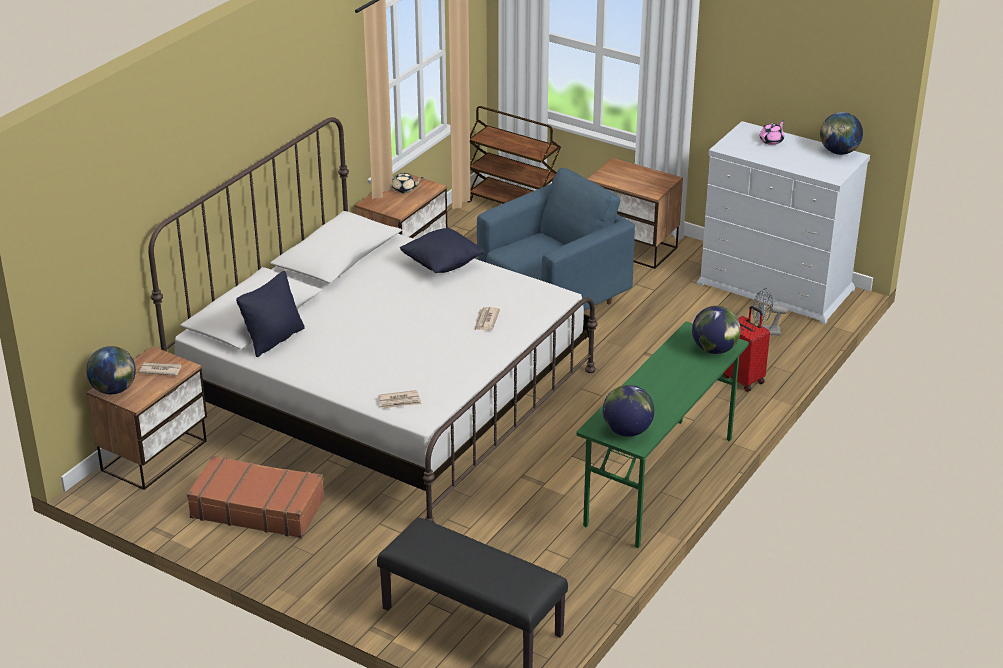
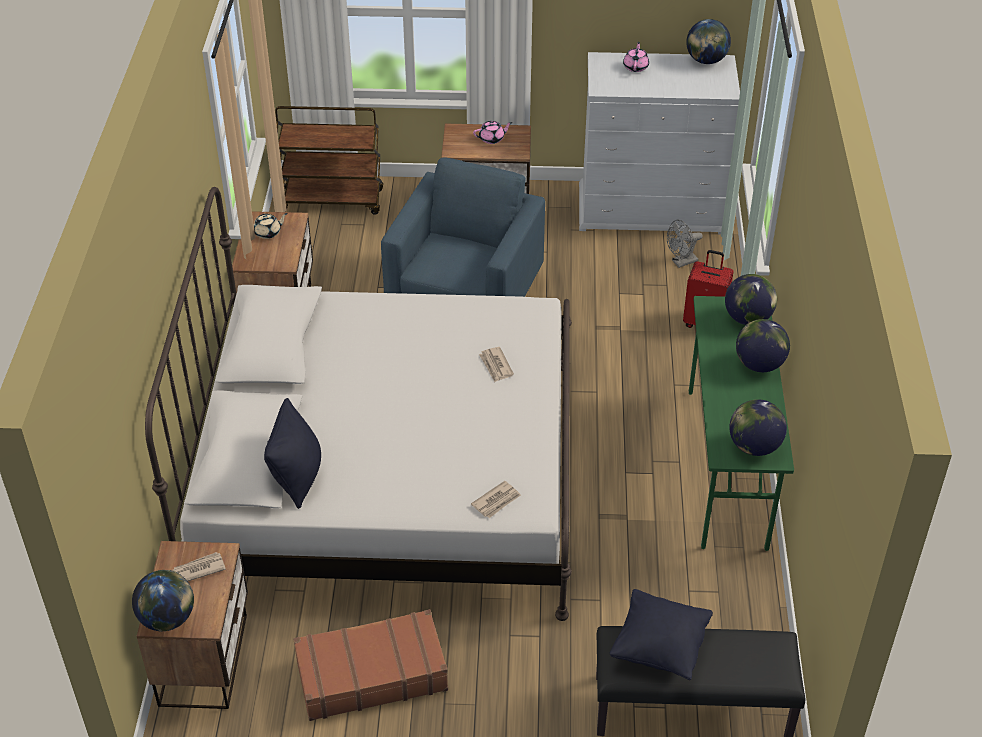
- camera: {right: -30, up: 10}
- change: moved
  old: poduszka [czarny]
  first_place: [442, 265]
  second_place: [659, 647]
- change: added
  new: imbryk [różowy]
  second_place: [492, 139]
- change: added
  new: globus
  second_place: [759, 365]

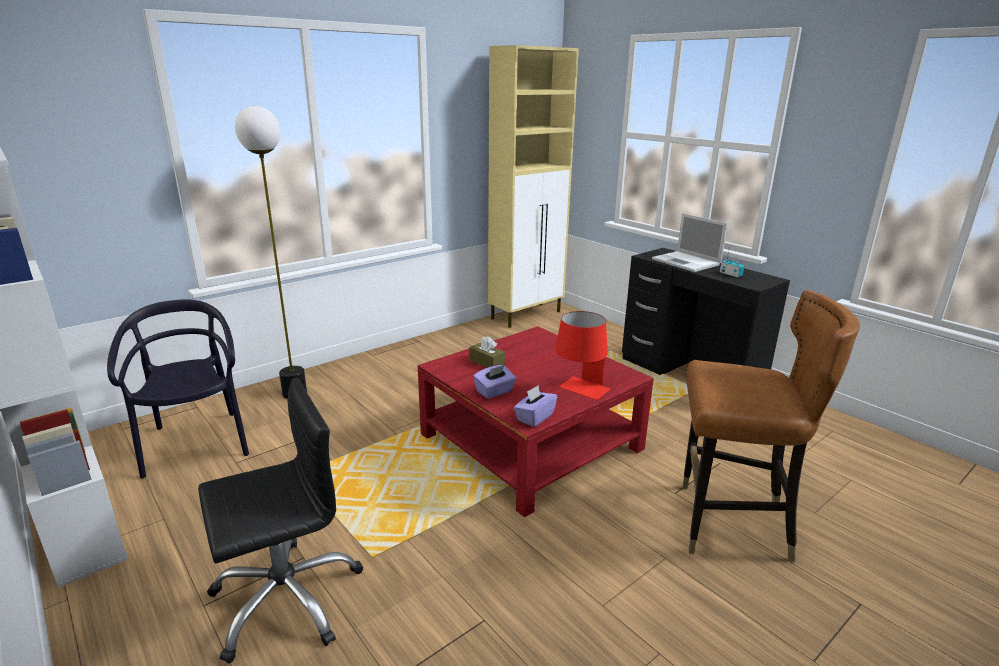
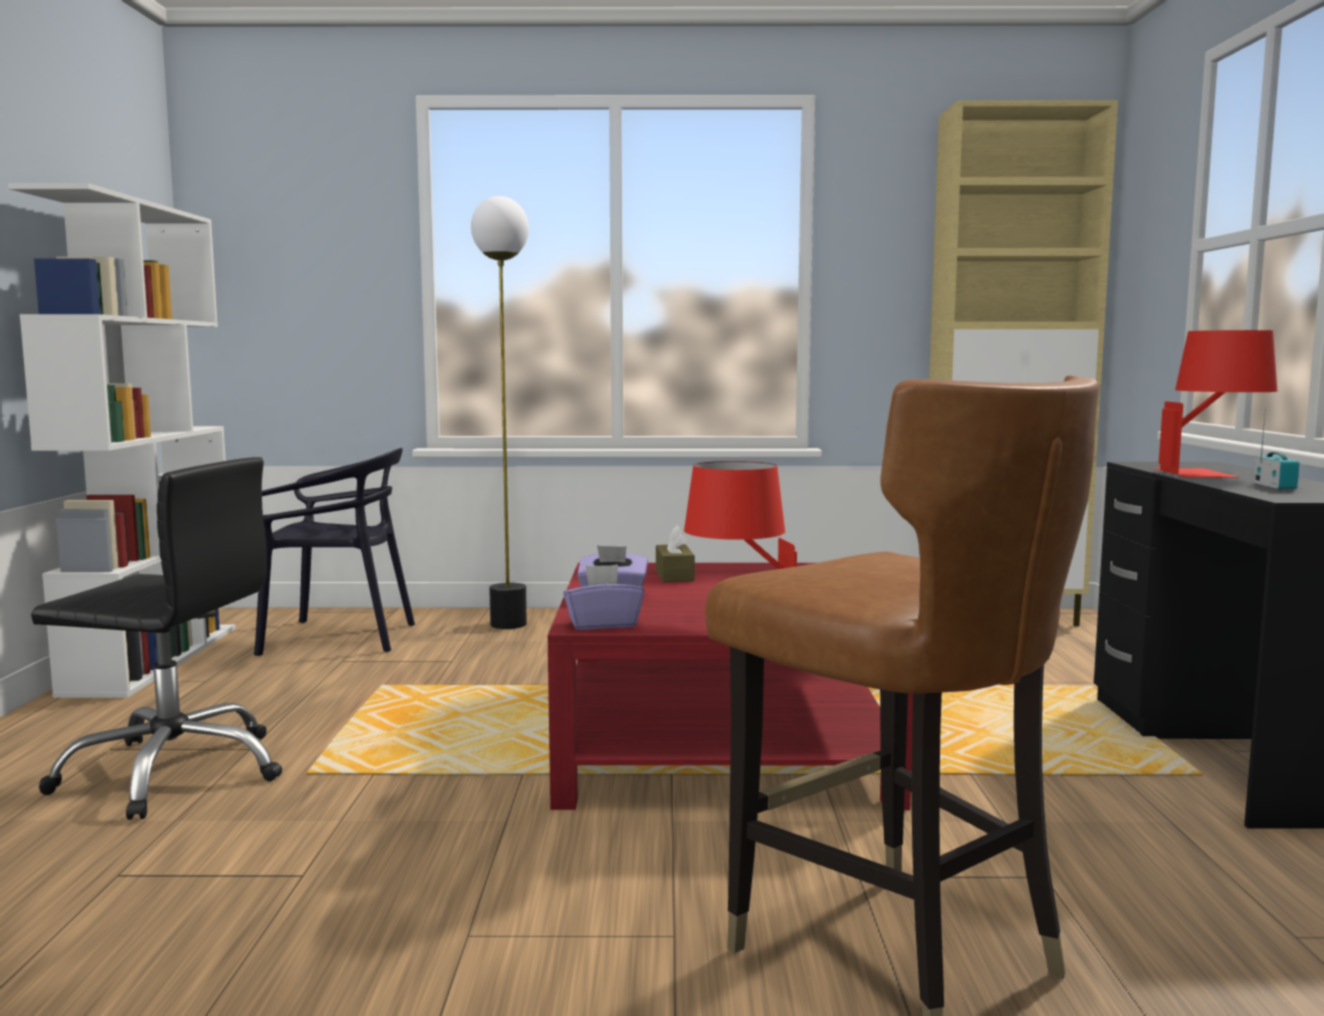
- camera: {right: 40, up: -15}
- change: replaced
  old: laptop
  new: lampa stołowa [czerwony]
  first_place: [687, 262]
  second_place: [1212, 472]
- change: turned
  old: krzesło [czarny]
  first_place: [196, 443]
  second_place: [337, 638]
  degrees: 75

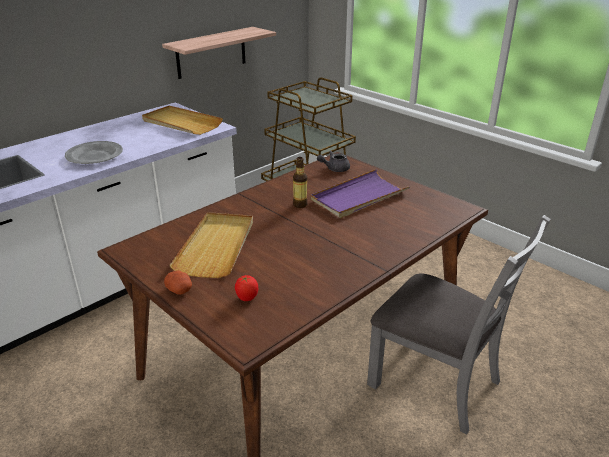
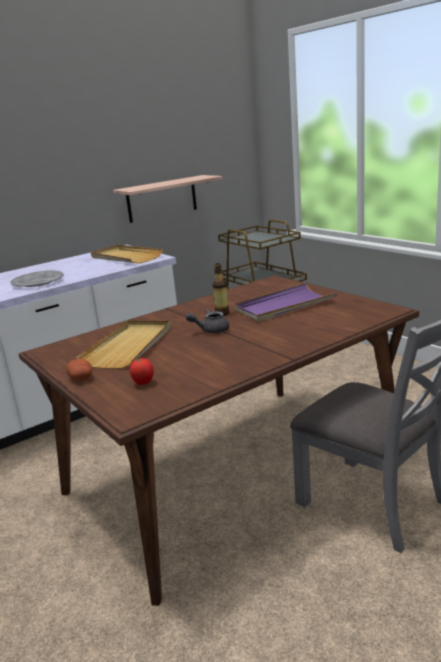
- camera: {right: 10, up: -10}
- change: moved
  old: imbryk [szary]
  first_place: [334, 169]
  second_place: [210, 330]

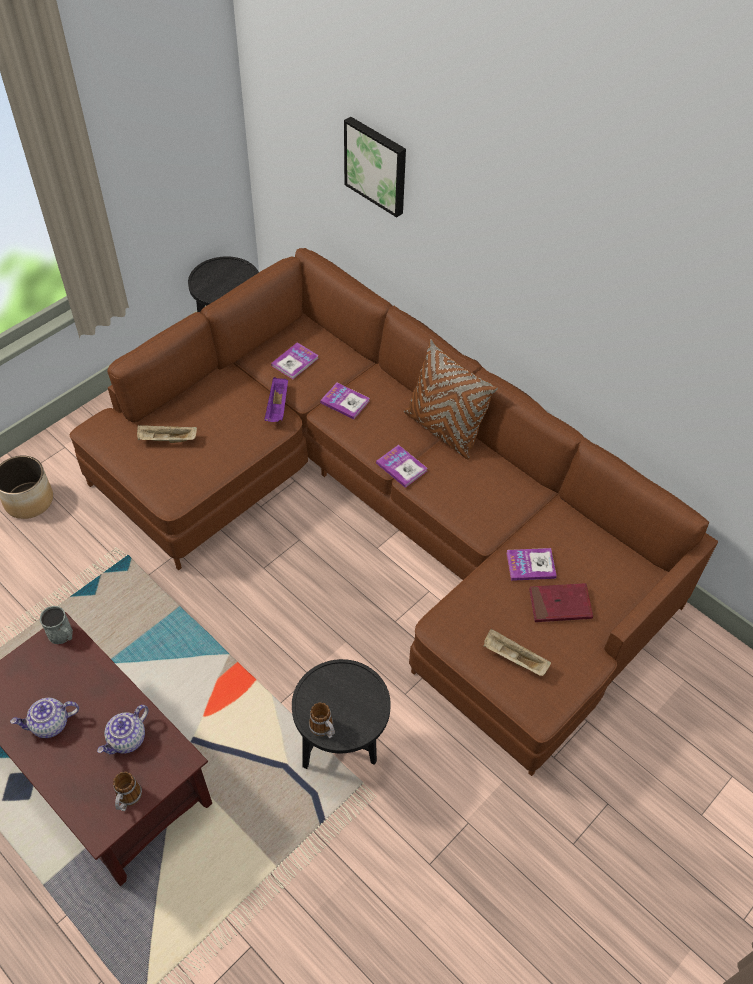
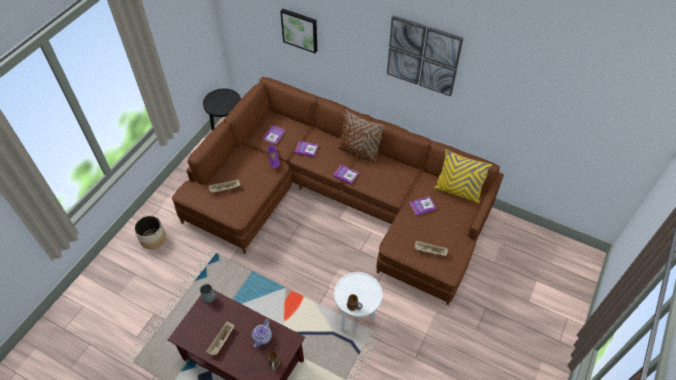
- camera: {right: -15, up: 0}
- change: removed
  old: książka [czerwony]
  first_place: [560, 604]
- change: recoloured
  old: stolik [czarny]
  new: stolik [biały]
  first_place: [342, 749]
  second_place: [356, 317]
- change: replaced
  old: imbryk
  new: taca [beżowy]
  first_place: [50, 724]
  second_place: [221, 341]
- change: added
  new: obraz
  second_place: [423, 56]
- change: added
  new: poduszka [żółty]
  second_place: [458, 191]

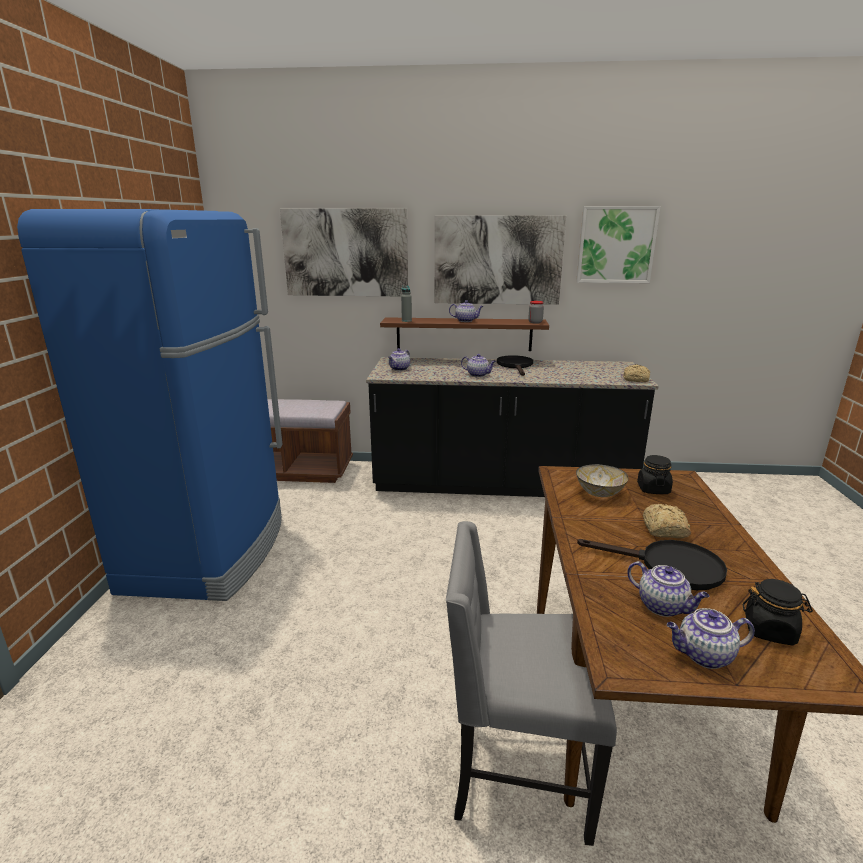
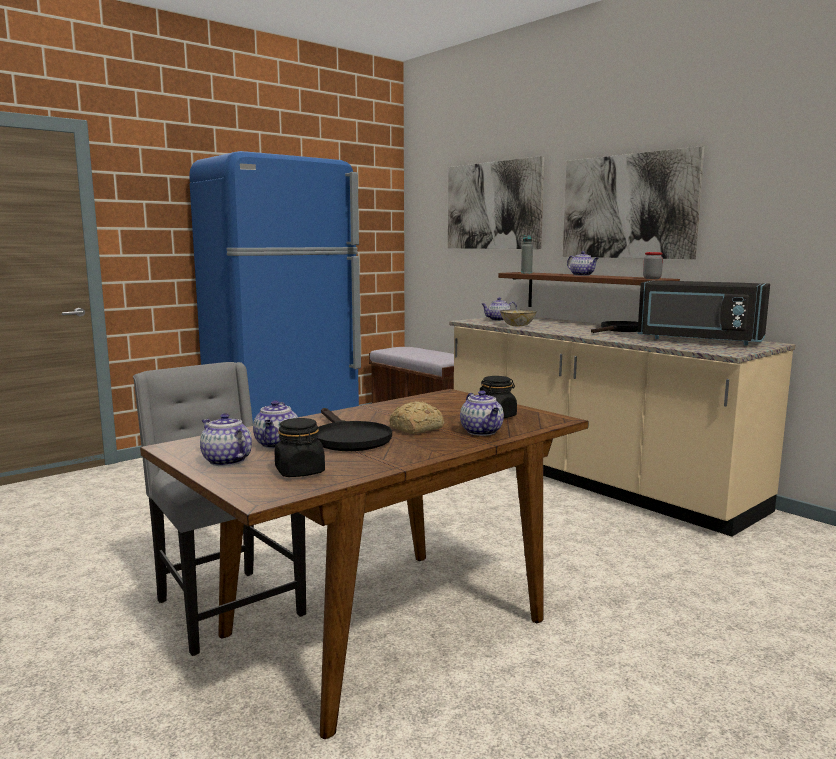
- camera: {right: 45, up: -10}
- change: removed
  old: obraz
  first_place: [616, 245]
- change: moved
  old: imbryk
  first_place: [478, 375]
  second_place: [482, 432]
- change: recoloured
  old: zabudowa kuchenna [czarny]
  new: zabudowa kuchenna [beżowy]
  first_place: [501, 484]
  second_place: [592, 478]
- change: removed
  old: chleb
  first_place: [636, 379]
- change: moved
  old: miska
  first_place: [598, 493]
  second_place: [517, 326]
- change: added
  new: mikrofalówka [czarny]
  second_place: [698, 340]

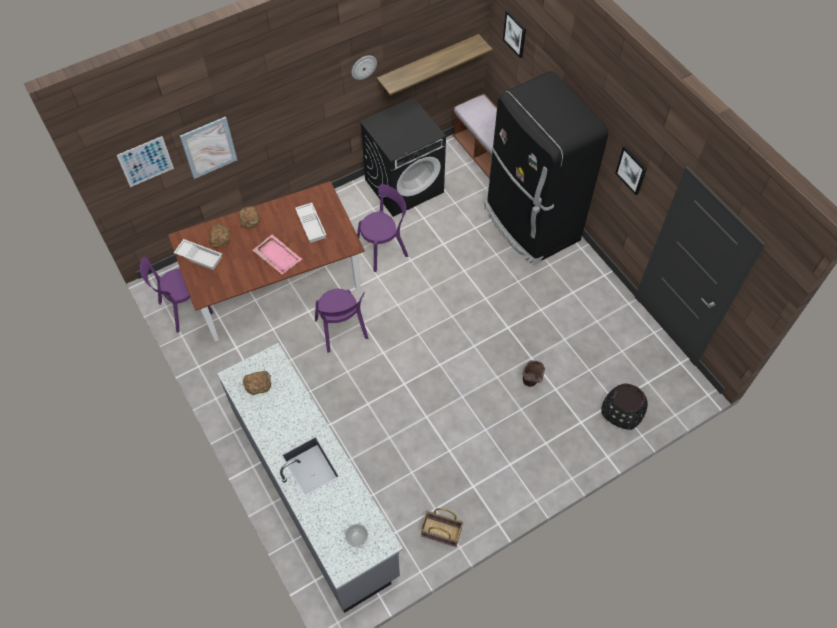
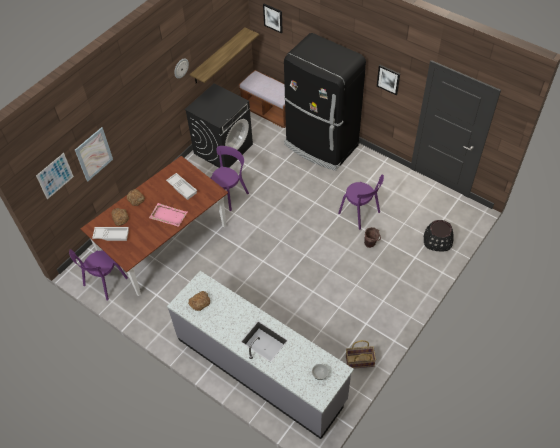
- camera: {right: -20, up: -5}
- change: moved
  old: krzesło [fioletowy]
  first_place: [342, 331]
  second_place: [360, 214]

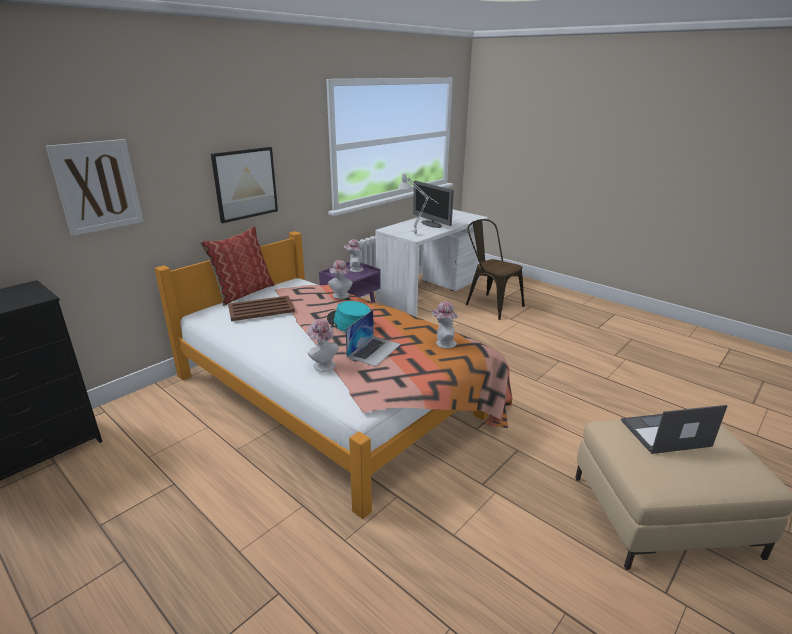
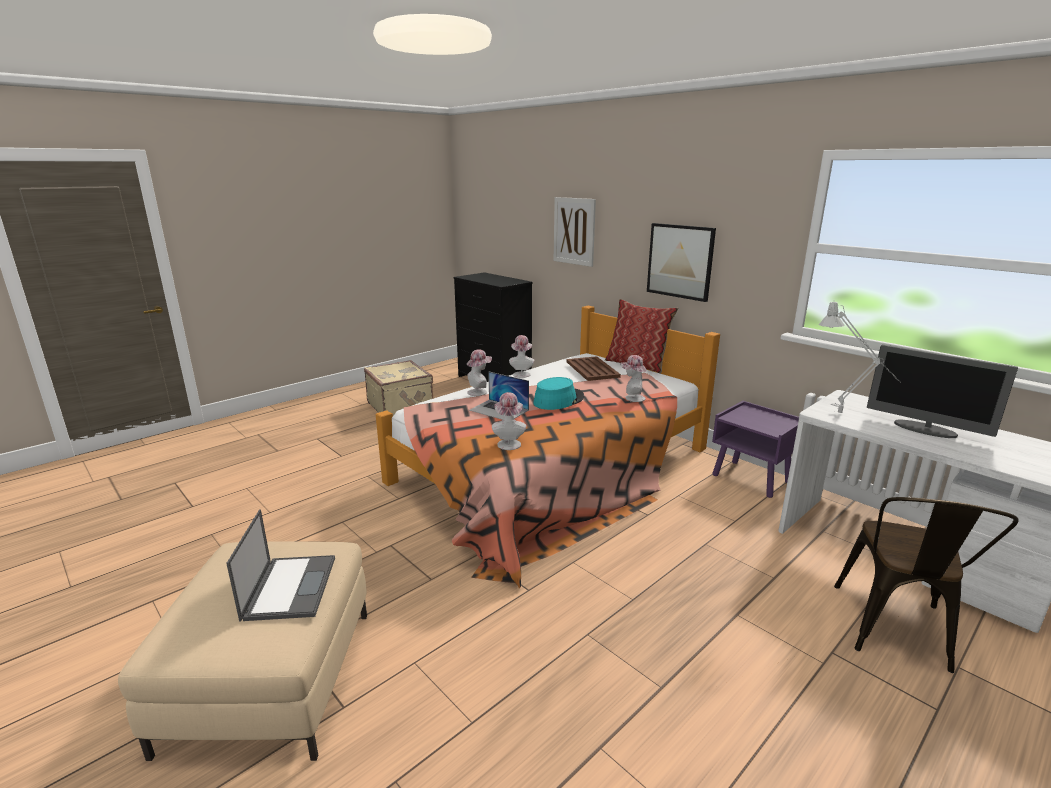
- camera: {right: 95, up: -5}
- change: turned
  old: monitor
  first_place: [431, 224]
  second_place: [925, 429]
  degrees: -105
- change: turned
  old: krzesło [brązowy]
  first_place: [490, 304]
  second_place: [894, 633]
  degrees: 150
- change: moved
  old: kapelusz
  first_place: [354, 269]
  second_place: [521, 373]
- change: added
  new: walizka [beżowy]
  second_place: [401, 407]

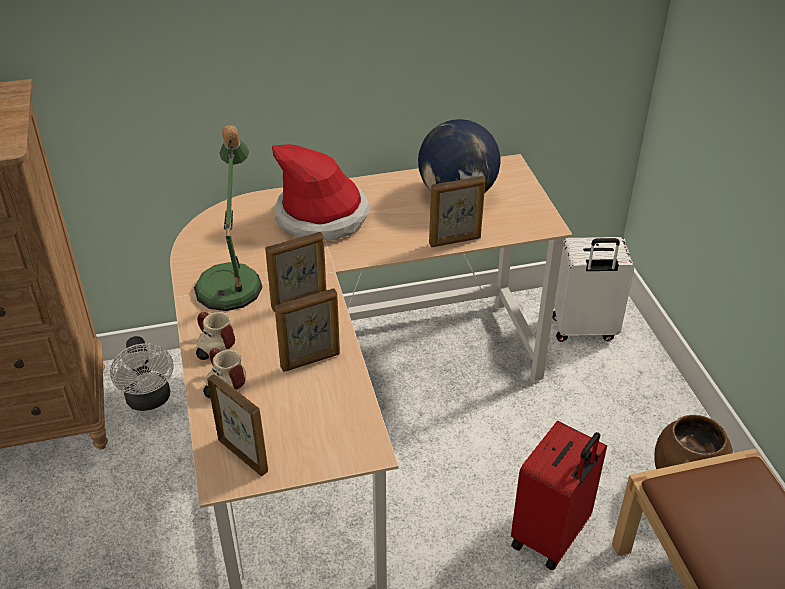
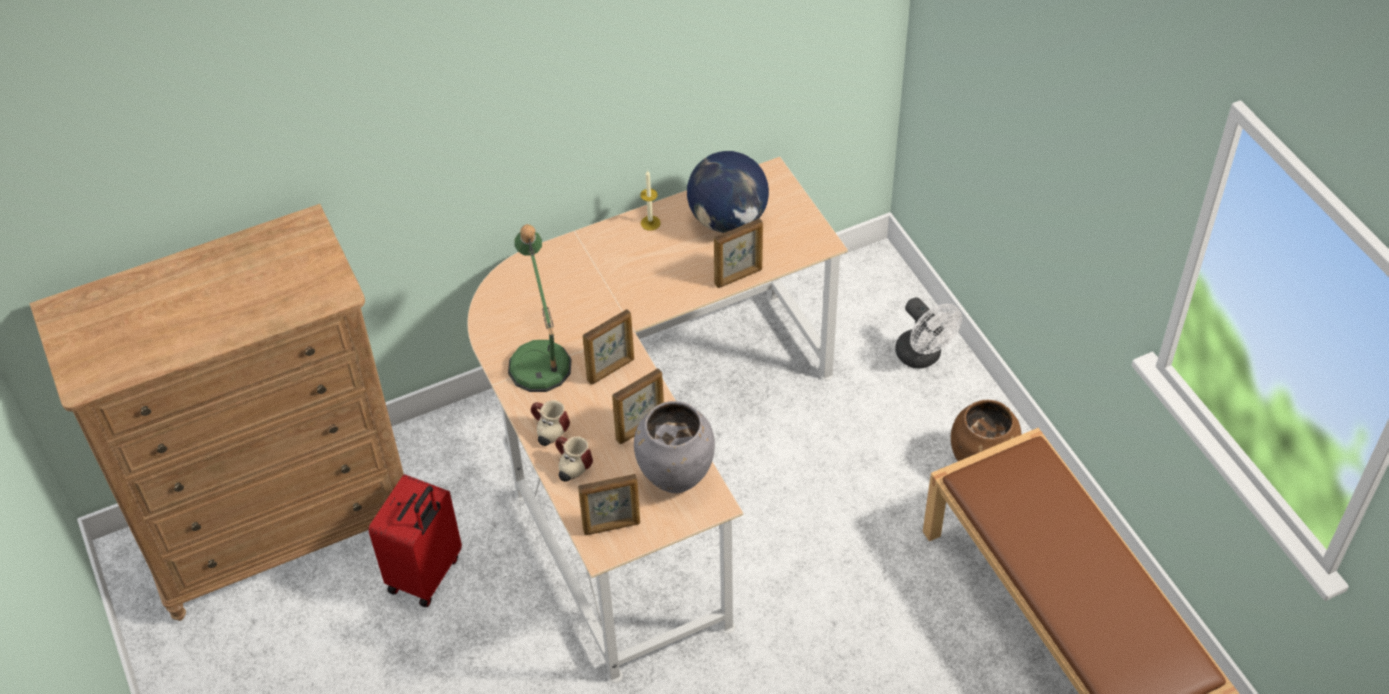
- camera: {right: -10, up: 10}
- change: removed
  old: kapelusz
  first_place: [322, 216]
- change: removed
  old: walizka [biały]
  first_place: [583, 330]
- change: moved
  old: wentylator [biały]
  first_place: [150, 401]
  second_place: [923, 357]
- change: turned
  old: ramka na zdjęcie
  first_place: [243, 455]
  second_place: [612, 527]
  degrees: 135
- change: moved
  old: walizka [czerwony]
  first_place: [551, 536]
  second_place: [426, 574]
- change: added
  new: świeca
  second_place: [650, 223]
- change: added
  new: wazon [szary]
  second_place: [675, 478]

